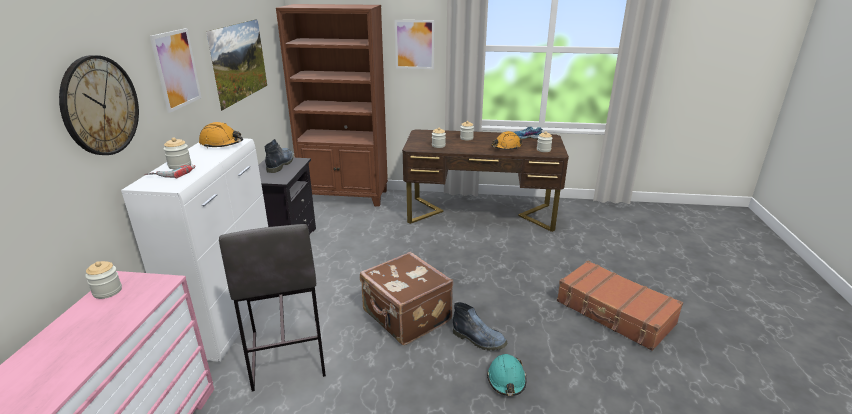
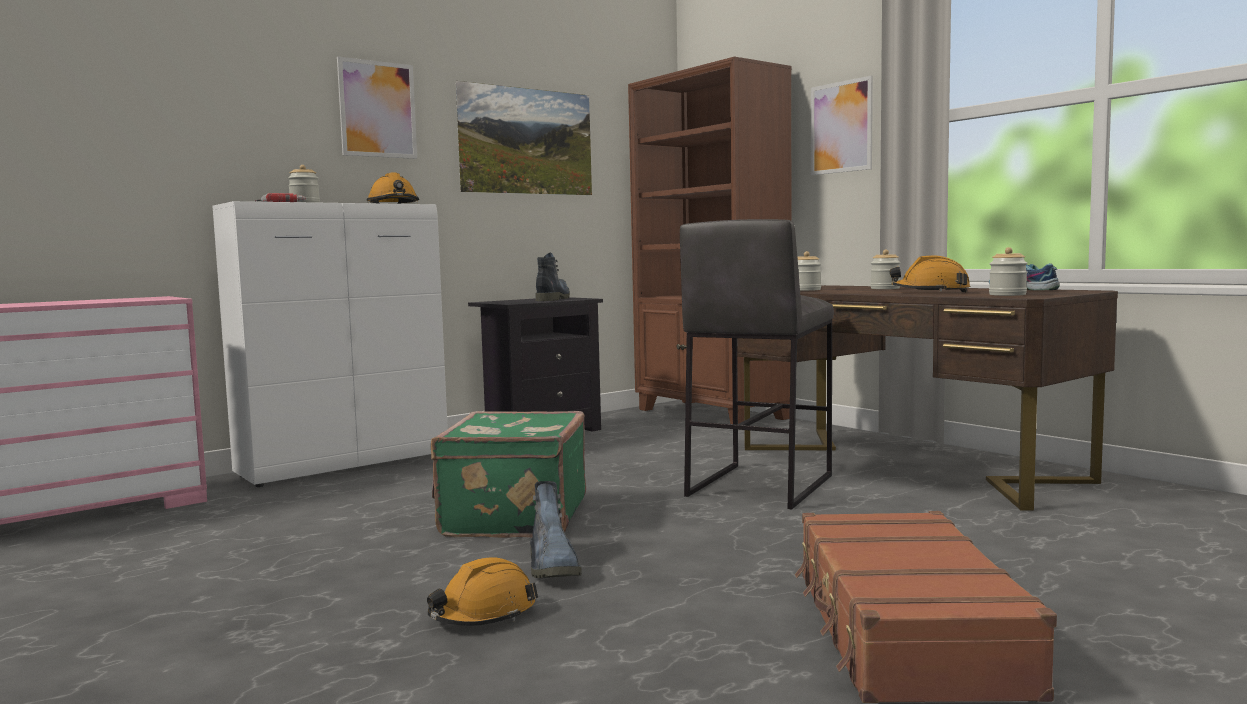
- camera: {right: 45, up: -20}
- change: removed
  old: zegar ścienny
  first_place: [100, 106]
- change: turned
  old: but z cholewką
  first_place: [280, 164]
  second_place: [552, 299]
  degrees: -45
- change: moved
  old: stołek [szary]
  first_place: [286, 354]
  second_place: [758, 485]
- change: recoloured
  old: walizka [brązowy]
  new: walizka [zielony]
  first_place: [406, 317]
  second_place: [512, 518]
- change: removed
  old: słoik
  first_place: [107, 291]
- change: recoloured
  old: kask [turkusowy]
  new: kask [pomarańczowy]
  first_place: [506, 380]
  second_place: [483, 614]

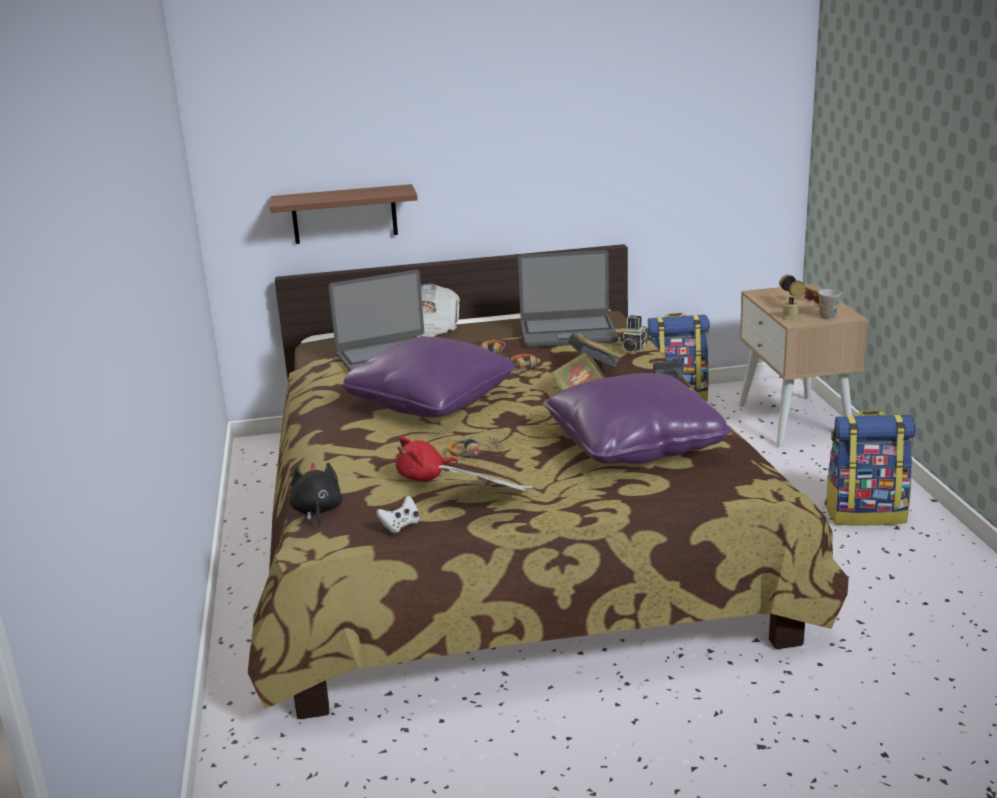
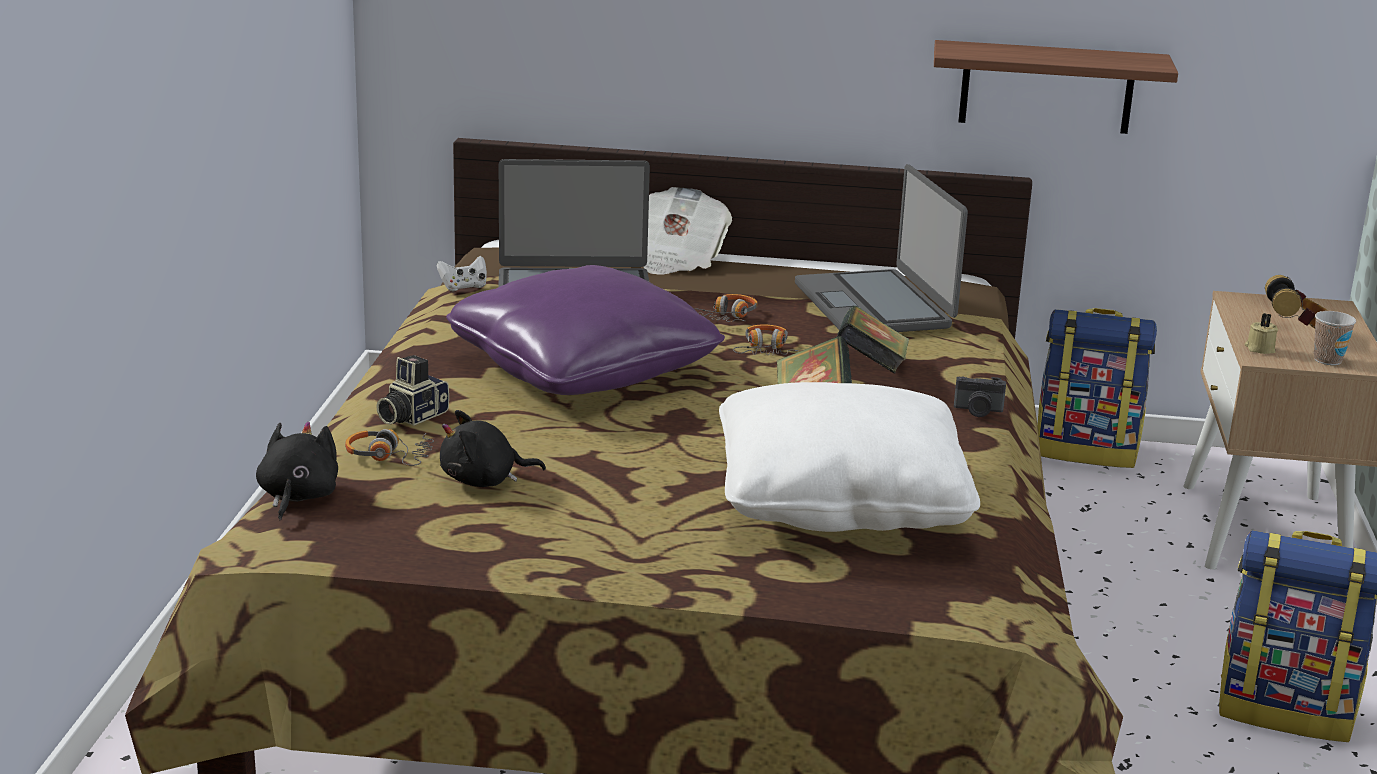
- camera: {right: 15, up: 0}
- change: moved
  old: półka
  first_place: [344, 214]
  second_place: [1046, 87]
- change: turned
  old: laptop
  first_place: [568, 333]
  second_place: [875, 305]
  degrees: 60
- change: moved
  old: aparat fotograficzny
  first_place: [633, 348]
  second_place: [411, 416]
- change: recoloured
  old: poduszka [fioletowy]
  new: poduszka [biały]
  first_place: [634, 445]
  second_place: [840, 501]
- change: moved
  old: słuchawki
  first_place: [476, 453]
  second_place: [389, 456]
- change: recoloured
  old: pluszak [czerwony]
  new: pluszak [czarny]
  first_place: [424, 477]
  second_place: [484, 480]
- change: removed
  old: gazeta
  first_place: [490, 501]
- change: moved
  old: pad do gier [biały]
  first_place: [400, 526]
  second_place: [463, 287]

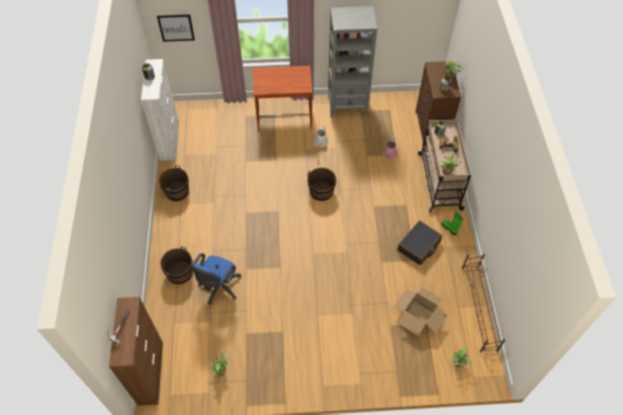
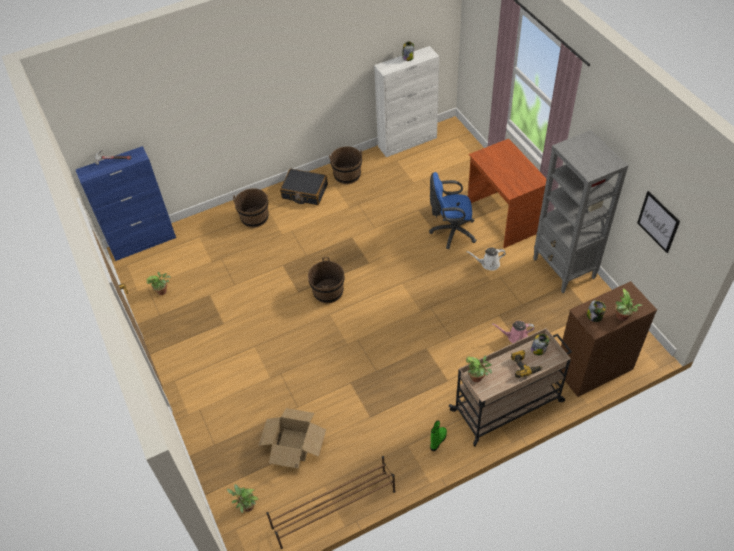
- camera: {right: 70, up: -5}
- change: moved
  old: obraz
  first_place: [176, 27]
  second_place: [658, 222]
- change: moved
  old: wiadro [brązowy]
  first_place: [321, 191]
  second_place: [328, 291]
- change: moved
  old: walizka [czarny]
  first_place: [419, 246]
  second_place: [304, 192]
- change: moved
  old: krzesło biurowe [niebieski]
  first_place: [219, 288]
  second_place: [451, 232]
- change: recoloured
  old: szafka [brązowy]
  new: szafka [niebieski]
  first_place: [150, 373]
  second_place: [143, 242]

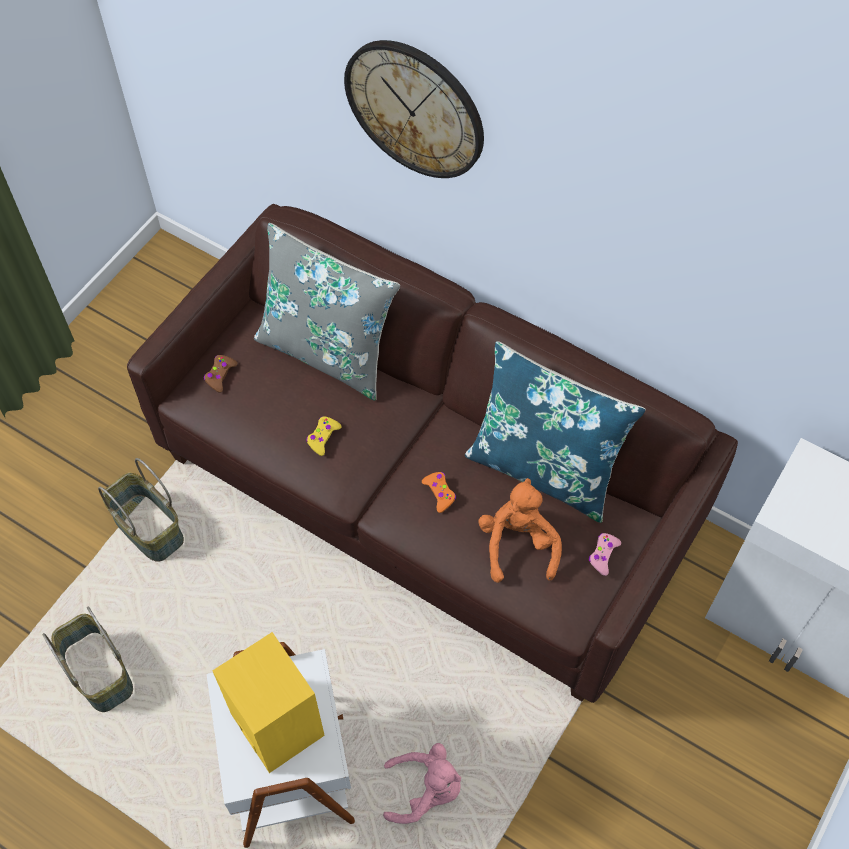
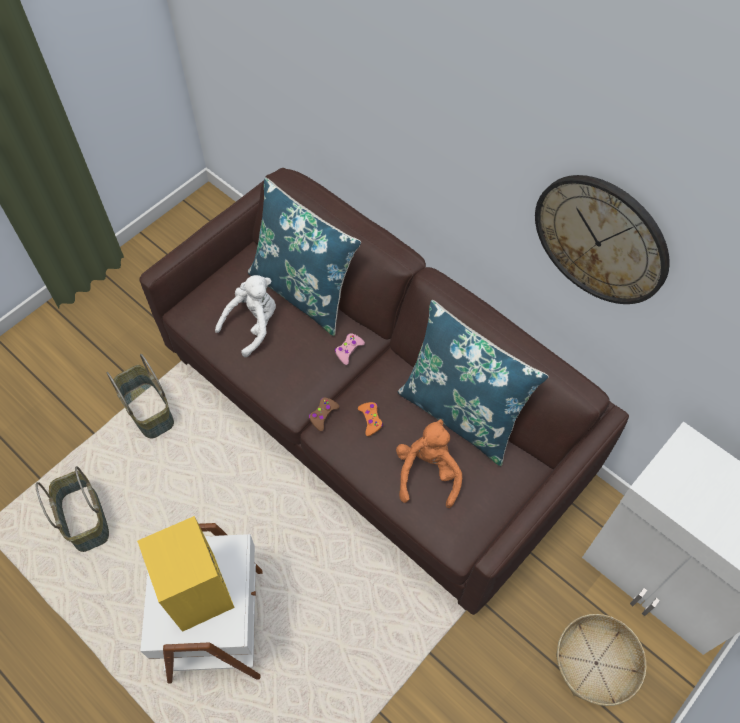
- camera: {right: 10, up: 0}
- change: moved
  old: zegar ścienny
  first_place: [415, 109]
  second_place: [601, 239]
- change: recoloured
  old: poduszka [szary]
  new: poduszka [niebieski]
  first_place: [327, 351]
  second_place: [304, 291]
- change: moved
  old: pad do gier [brązowy]
  first_place: [220, 375]
  second_place: [323, 415]
- change: removed
  old: pad do gier [żółty]
  first_place: [323, 437]
- change: moved
  old: pad do gier [różowy]
  first_place: [603, 555]
  second_place: [348, 350]
- change: removed
  old: pluszak [różowy]
  first_place: [426, 790]
- change: added
  new: pluszak [biały]
  second_place: [253, 325]
- change: added
  new: koszyk
  second_place: [596, 663]

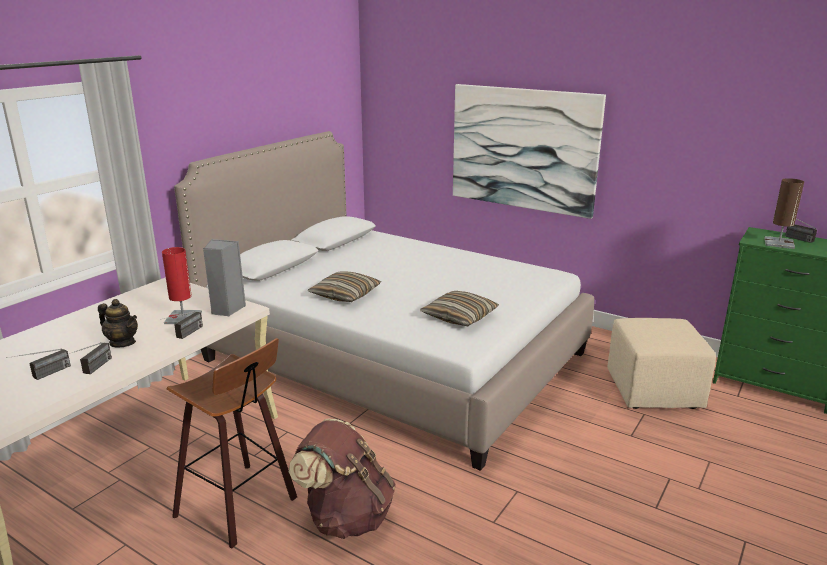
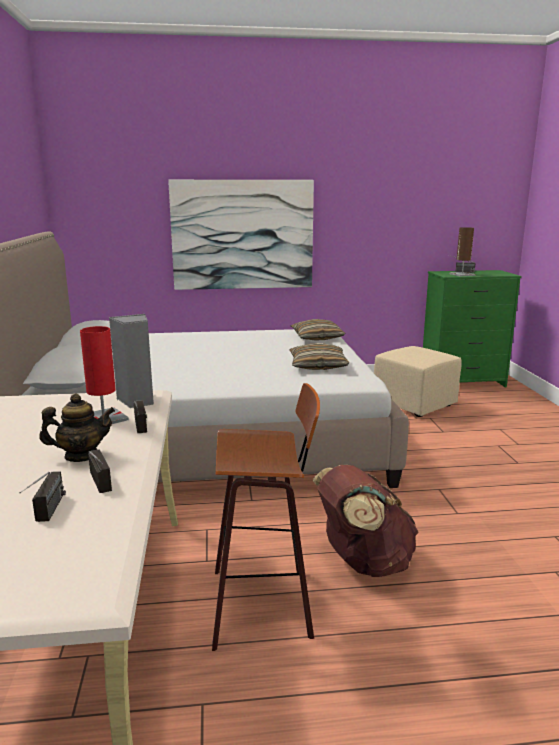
- camera: {right: -40, up: -5}
- change: moved
  old: poduszka
  first_place: [345, 295]
  second_place: [317, 337]

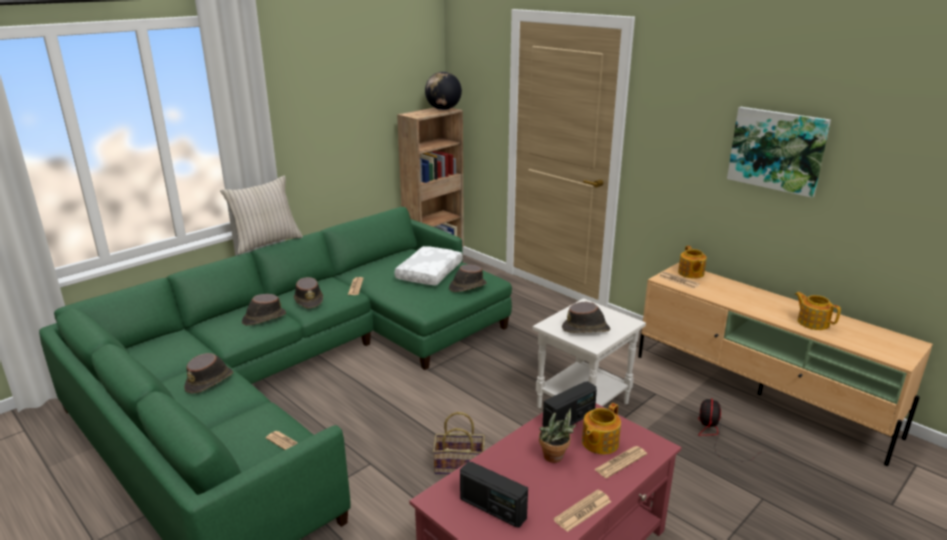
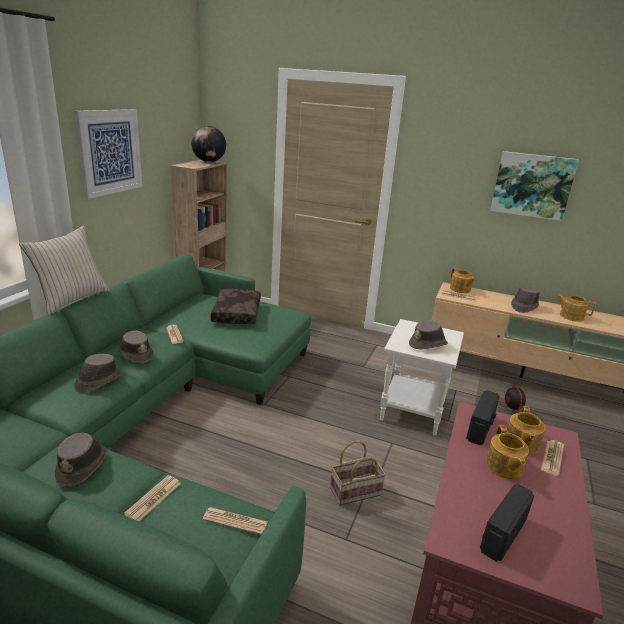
- camera: {right: -25, up: 0}
- change: recoloured
  old: poduszka [biały]
  new: poduszka [brązowy]
  first_place: [428, 273]
  second_place: [236, 313]
- change: moved
  old: kapelusz [brązowy]
  first_place: [467, 286]
  second_place: [523, 306]
- change: replaced
  old: roślina doniczkowa
  new: imbryk
  first_place: [556, 458]
  second_place: [503, 467]
- change: turned
  old: radio
  first_place: [492, 508]
  second_place: [502, 535]
  degrees: 120
- change: moved
  old: gazeta
  first_place: [582, 511]
  second_place: [153, 498]
- change: added
  new: obraz
  second_place: [110, 152]

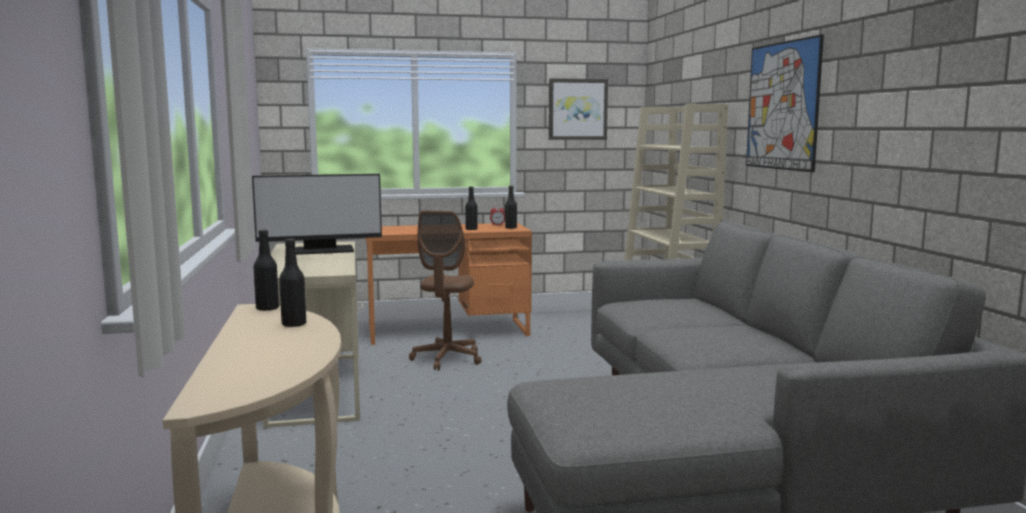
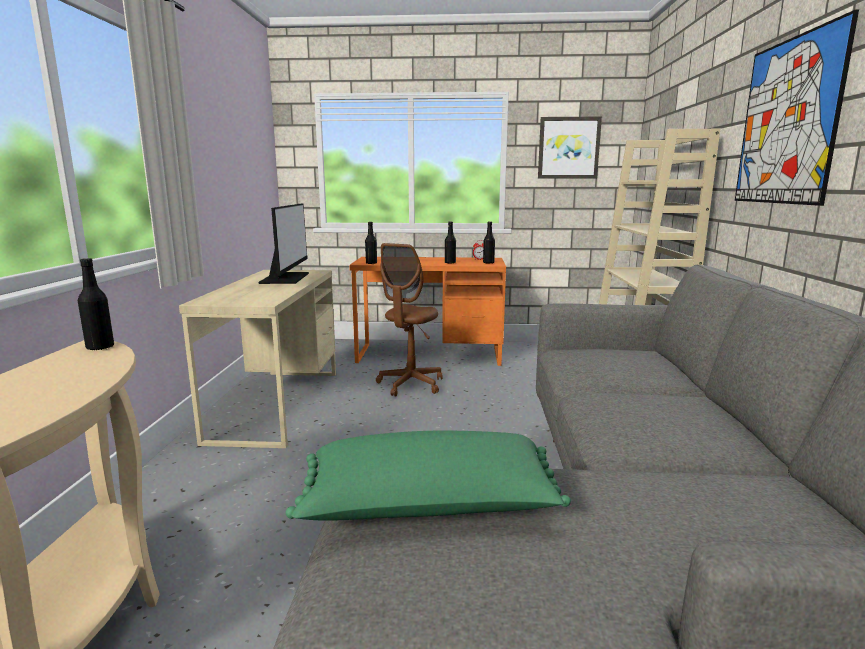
- camera: {right: 15, up: 5}
- change: turned
  old: monitor
  first_place: [320, 250]
  second_place: [286, 278]
  degrees: -90
- change: moved
  old: butelka [czarny]
  first_place: [294, 324]
  second_place: [371, 263]
- change: added
  new: poduszka [zielony]
  second_place: [429, 509]

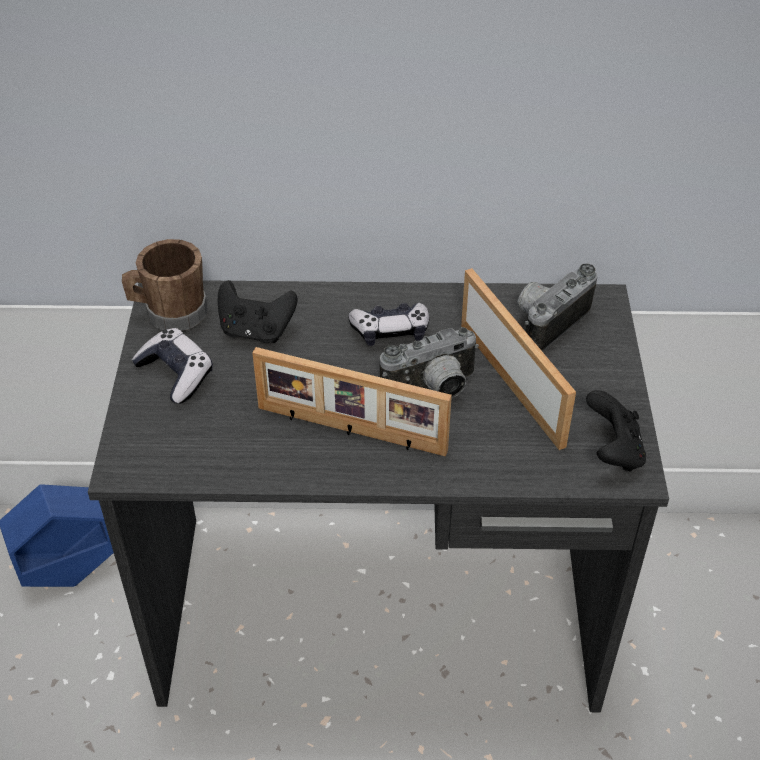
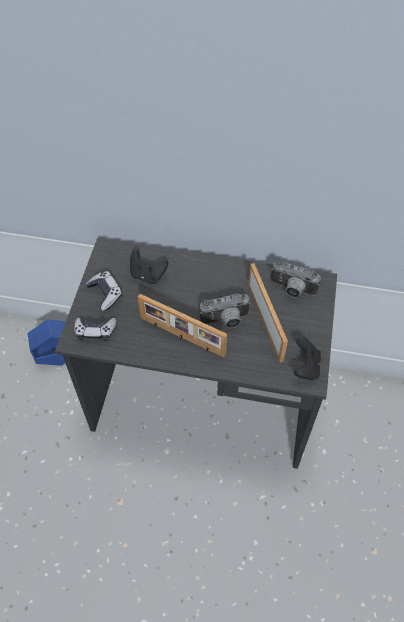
- camera: {right: 10, up: 10}
- change: removed
  old: kubek [brązowy]
  first_place: [169, 313]
- change: turned
  old: aparat fotograficzny
  first_place: [547, 322]
  second_place: [291, 290]
  degrees: -120
- change: moved
  old: pad do gier
  first_place: [390, 331]
  second_place: [95, 331]

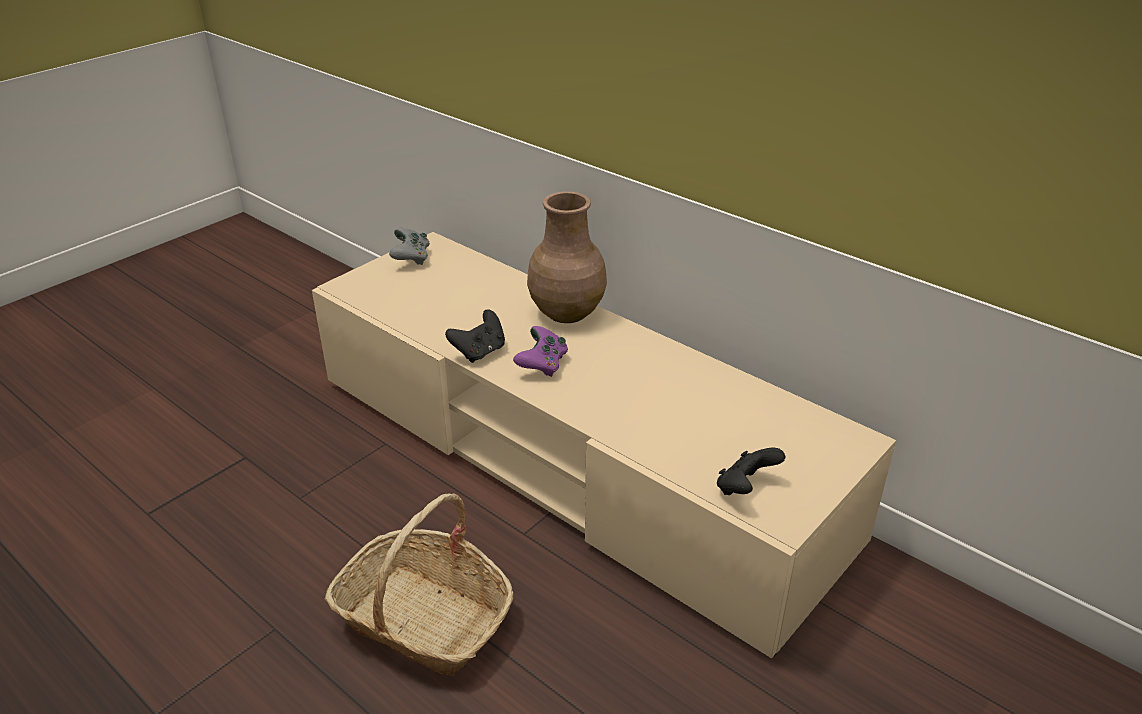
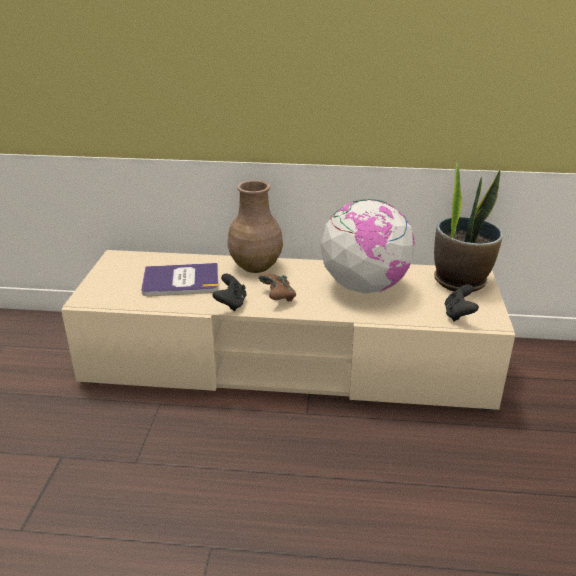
- camera: {right: -35, up: -5}
- change: removed
  old: pad do gier [szary]
  first_place: [411, 258]
- change: recoloured
  old: pad do gier [fioletowy]
  new: pad do gier [brązowy]
  first_place: [542, 365]
  second_place: [278, 297]
- change: removed
  old: koszyk
  first_place: [424, 619]
- change: added
  new: roślina doniczkowa
  second_place: [460, 281]
- change: added
  new: globus
  second_place: [364, 286]
- change: added
  new: książka
  second_place: [181, 281]

